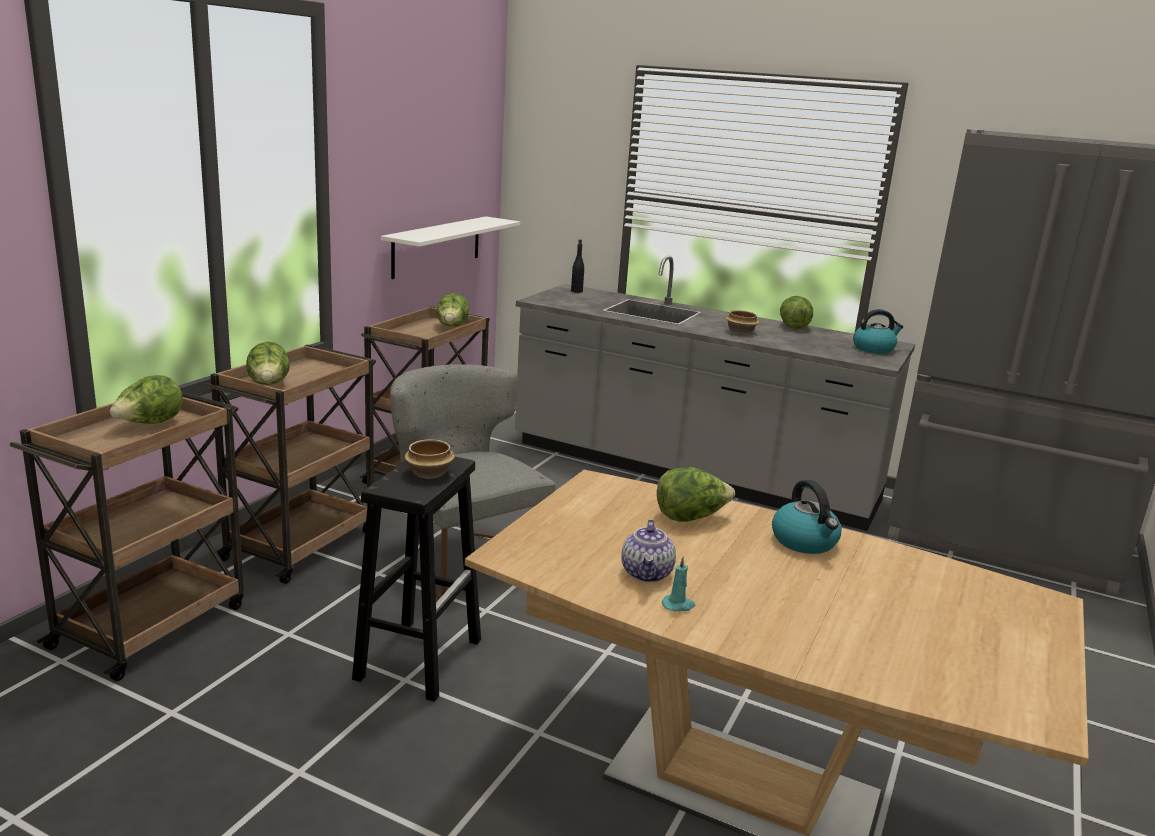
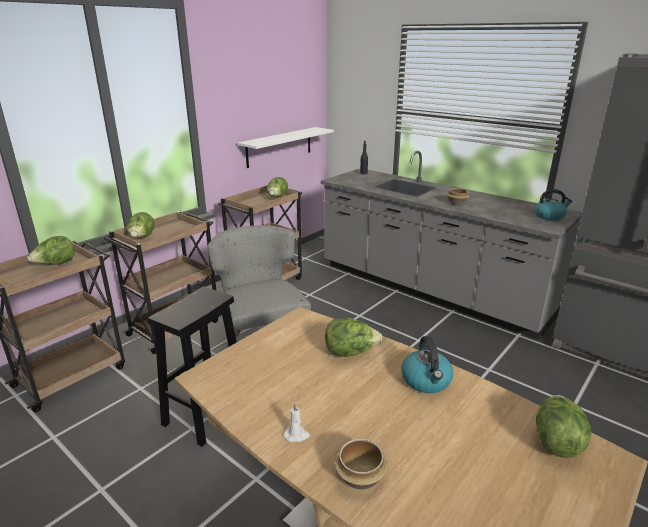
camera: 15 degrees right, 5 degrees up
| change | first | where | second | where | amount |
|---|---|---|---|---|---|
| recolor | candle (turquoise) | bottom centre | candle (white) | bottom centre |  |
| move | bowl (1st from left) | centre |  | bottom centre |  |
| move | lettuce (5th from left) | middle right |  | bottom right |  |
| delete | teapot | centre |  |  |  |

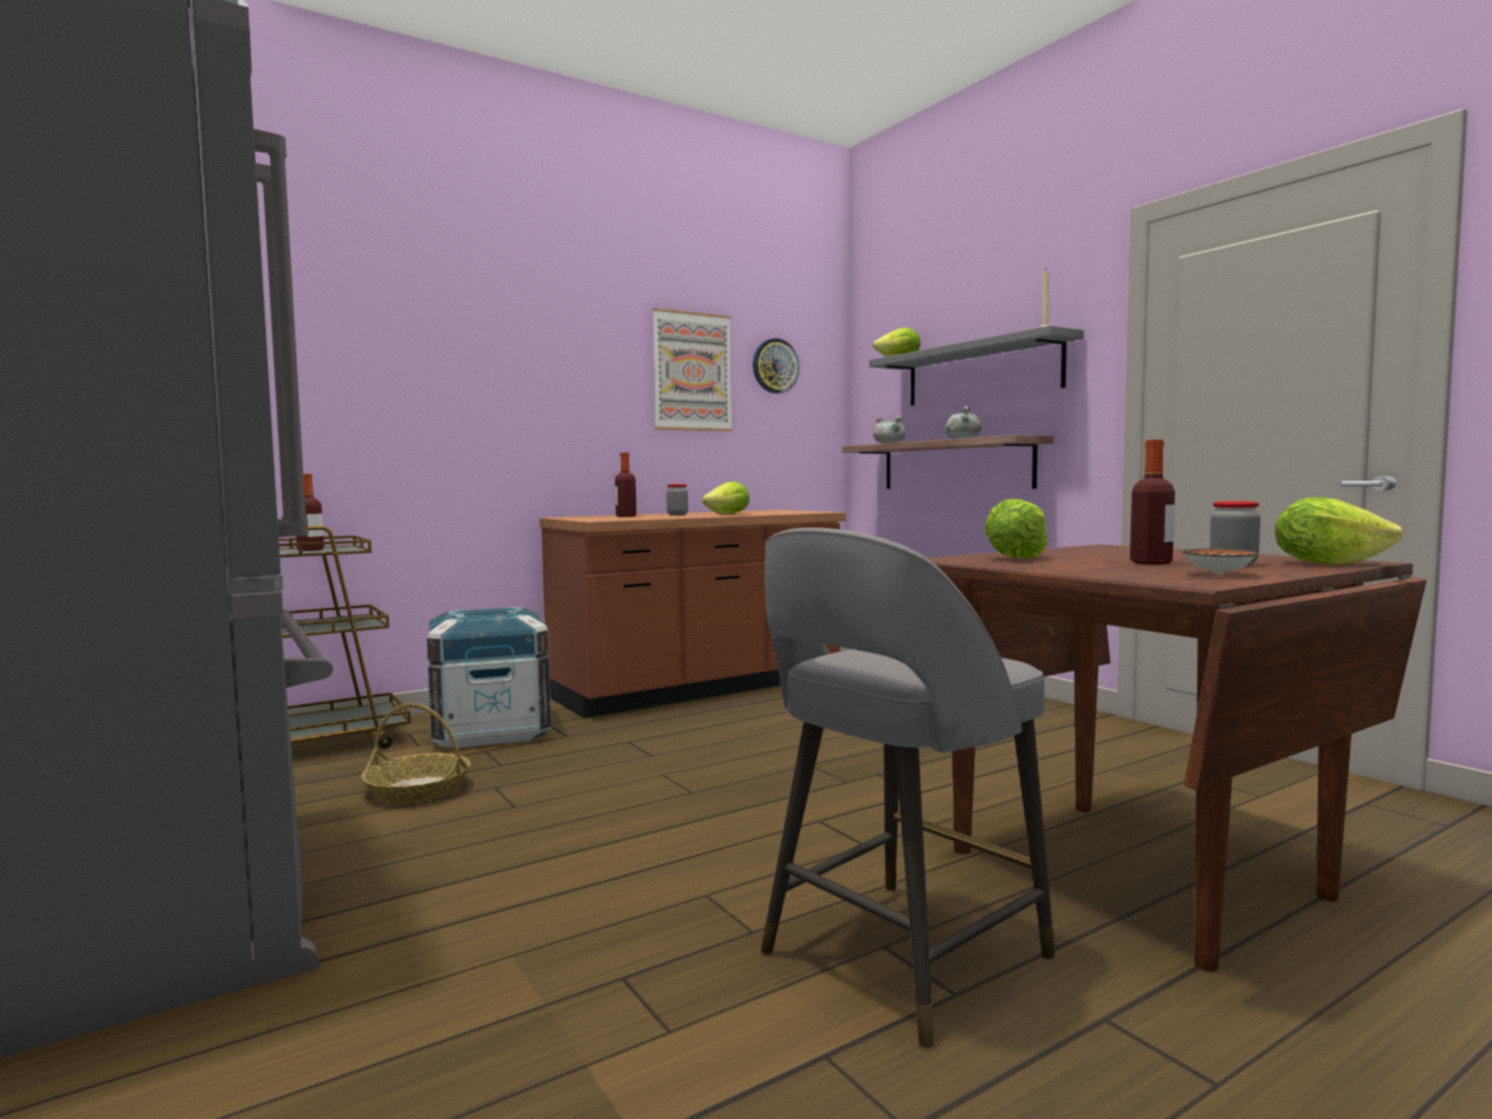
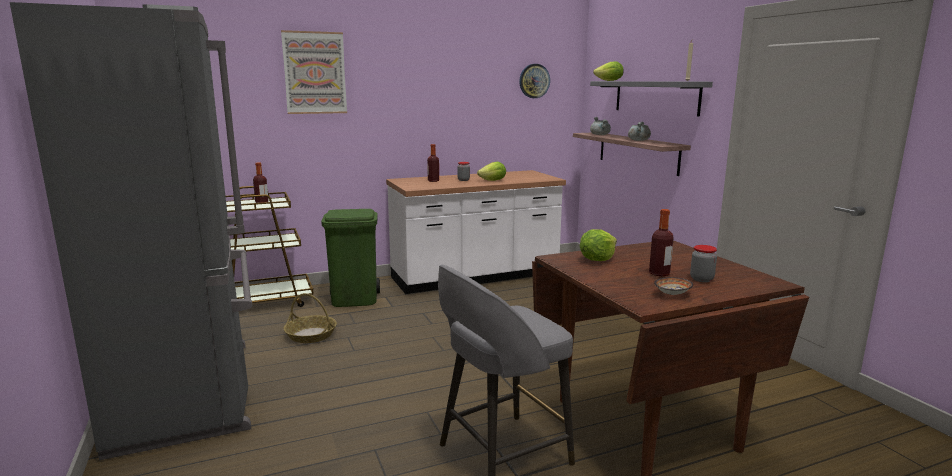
camera: 10 degrees right, 10 degrees up
| change | first | where | second | where | amount |
|---|---|---|---|---|---|
| move | picture | top centre |  | top left |  |
| replace | crate | middle left | trash can (green) | centre |  |
| recolor | counter (brown) | centre | counter (white) | centre |  |
| delete | lettuce (4th from left) | middle right |  |  |  |

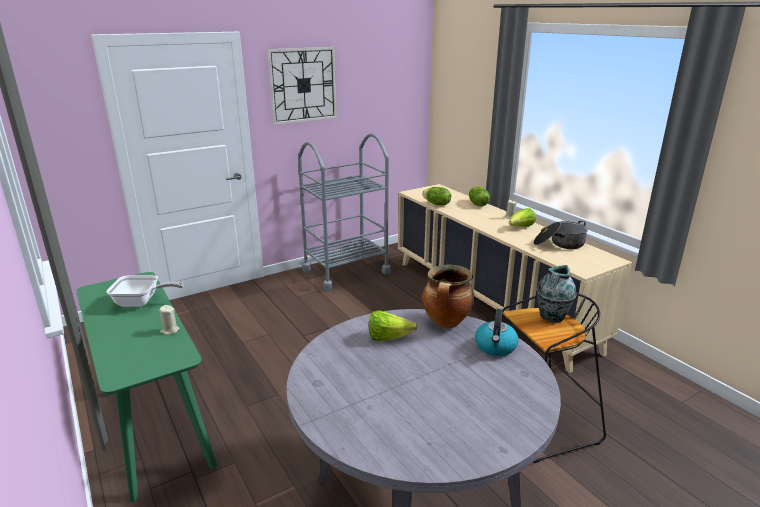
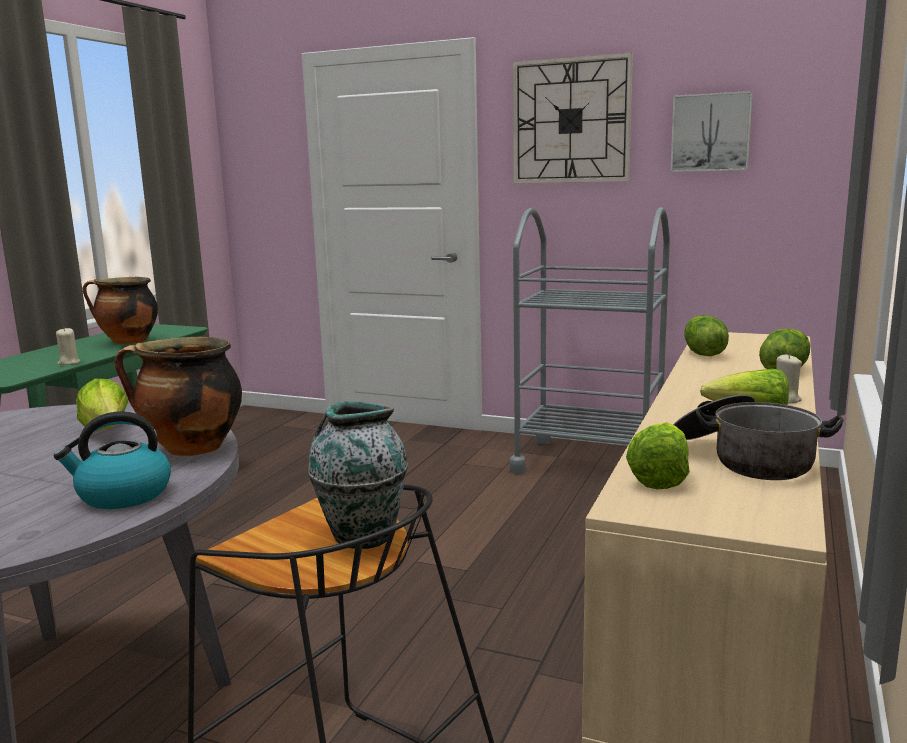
camera: 55 degrees right, 10 degrees down
| change | first | where | second | where | amount |
|---|---|---|---|---|---|
| replace | frying pan | middle left | cooking pot (1st from left) | middle left |  |
| insert |  |  | lettuce (2nd from left) | middle right |  |
| insert |  |  | picture | top right |  |

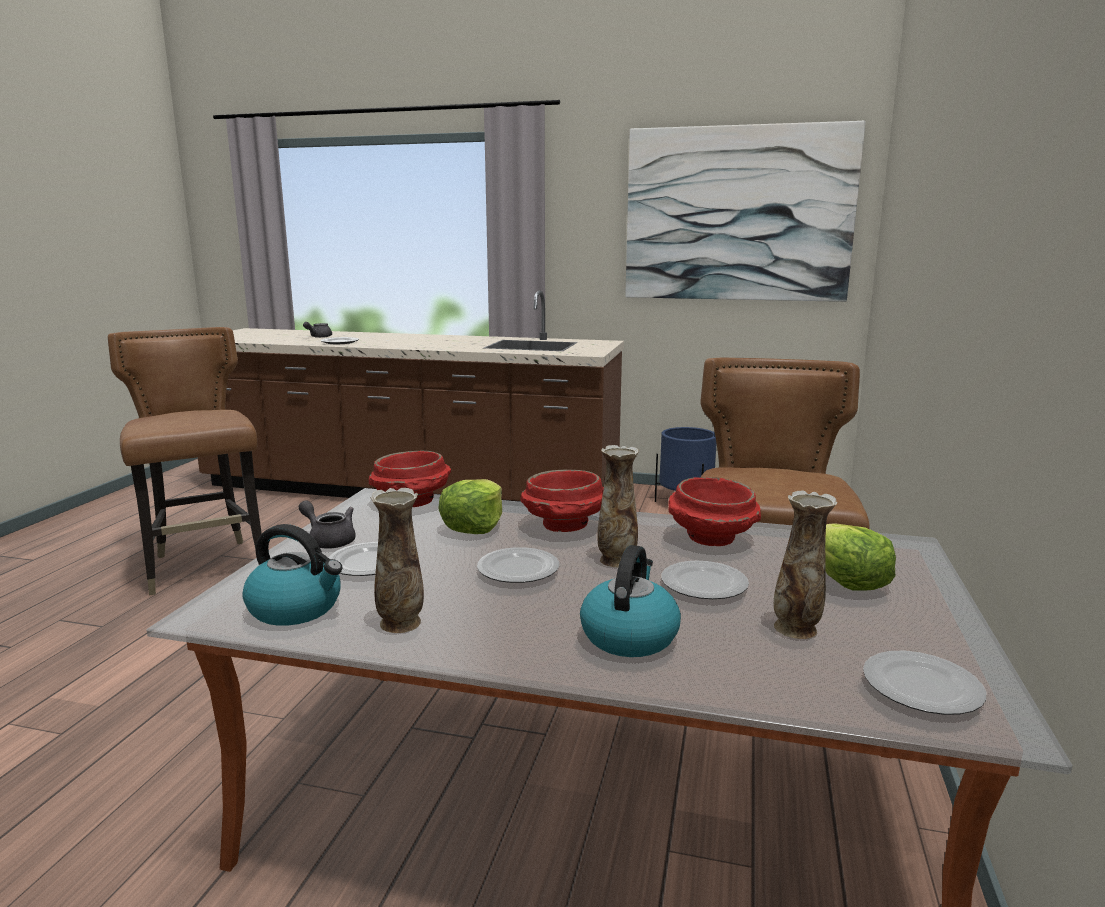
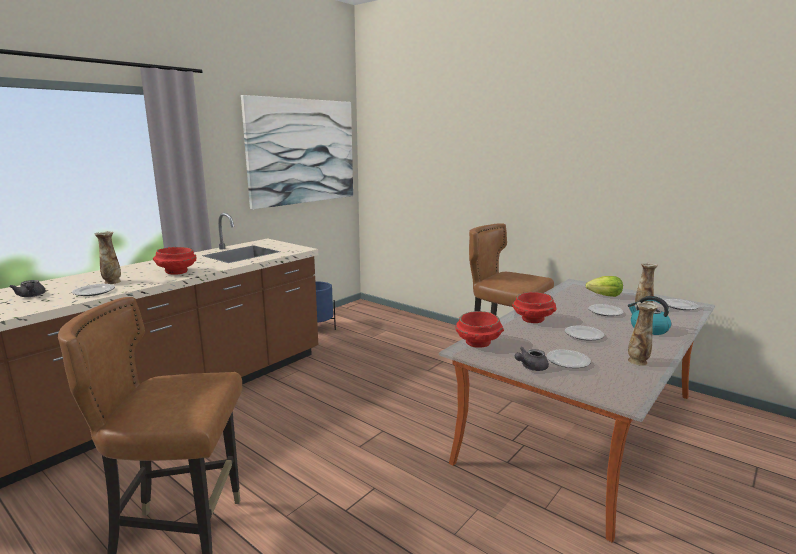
camera: 65 degrees left, 0 degrees up
| change | first | where | second | where | amount |
|---|---|---|---|---|---|
| move | vase (2nd from left in the first image) | centre | vase (1st from left) | middle left |  |
| move | bowl (red) (3rd from left in the first image) | centre | bowl (red) (1st from left) | middle left |  |
| delete | kettle (1st from left) | middle left |  |  |  |
| delete | lettuce (1st from left) | centre |  |  |  |

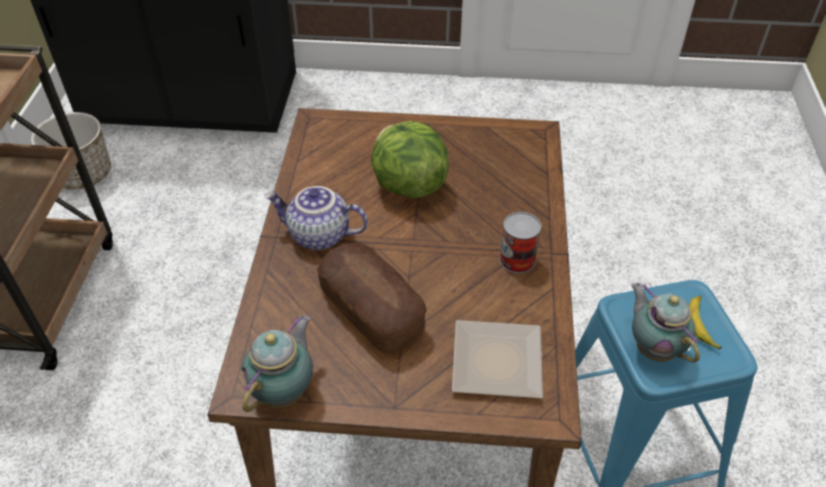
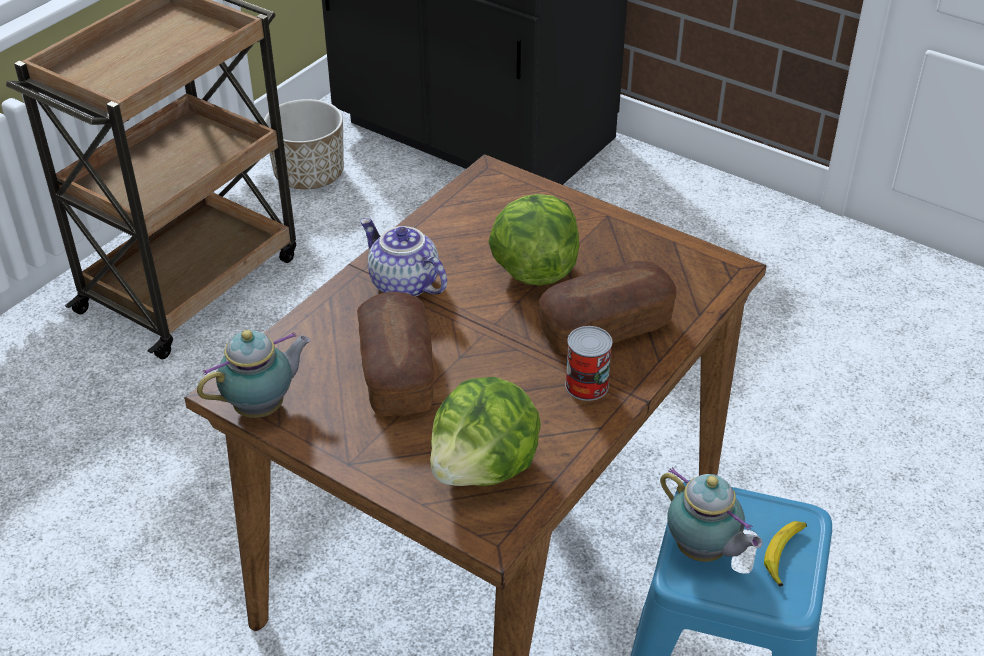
camera: 30 degrees right, 5 degrees down
| change | first | where | second | where | amount |
|---|---|---|---|---|---|
| replace | plate | bottom centre | lettuce (1st from left) | centre |  |
| insert |  |  | bread (2nd from left) | centre |  |
| rotate | teapot (3rd from left) | middle right |  | bottom right | 135 degrees clockwise |

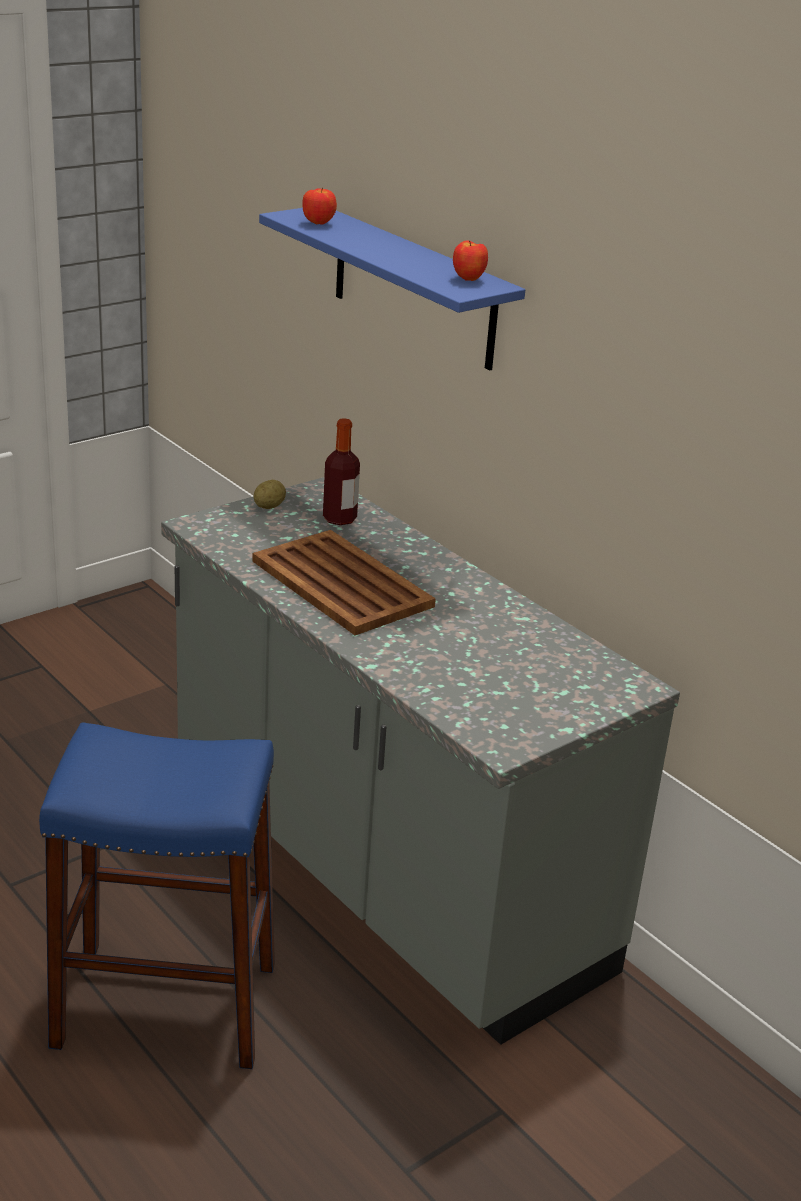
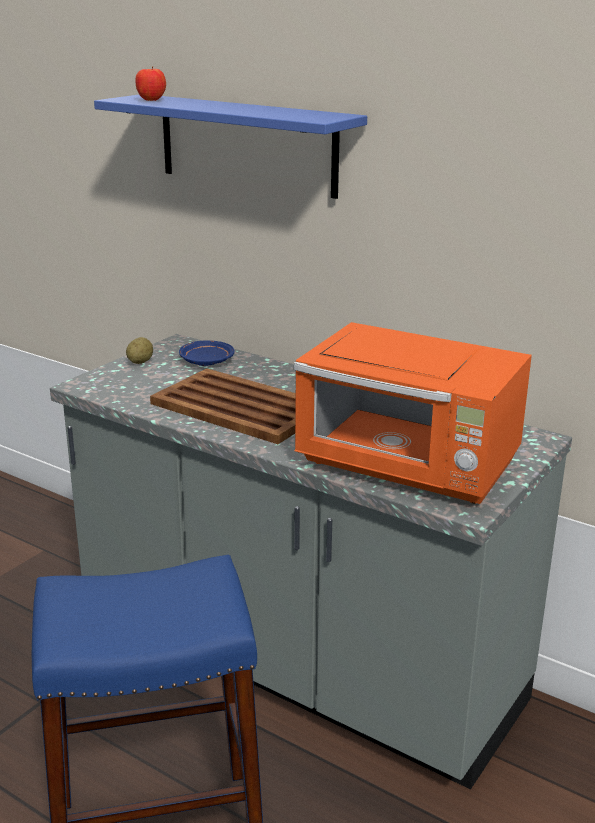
camera: 15 degrees left, 5 degrees down
| change | first | where | second | where | amount |
|---|---|---|---|---|---|
| replace | bottle | centre | plate (blue) | centre |  |
| insert |  |  | microwave (orange) | middle right |  |
| delete | apple (2nd from left) | top centre |  |  |  |

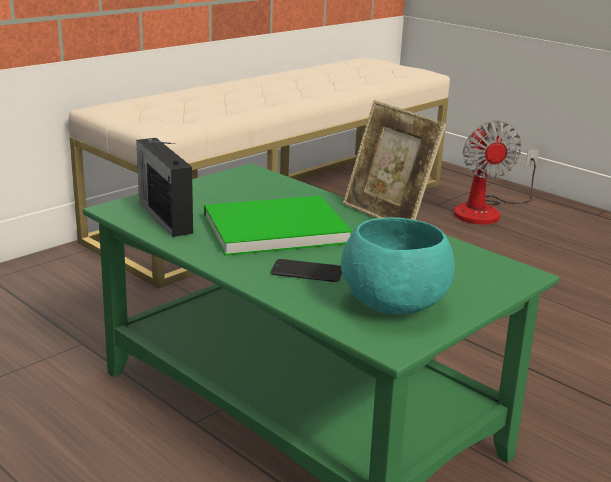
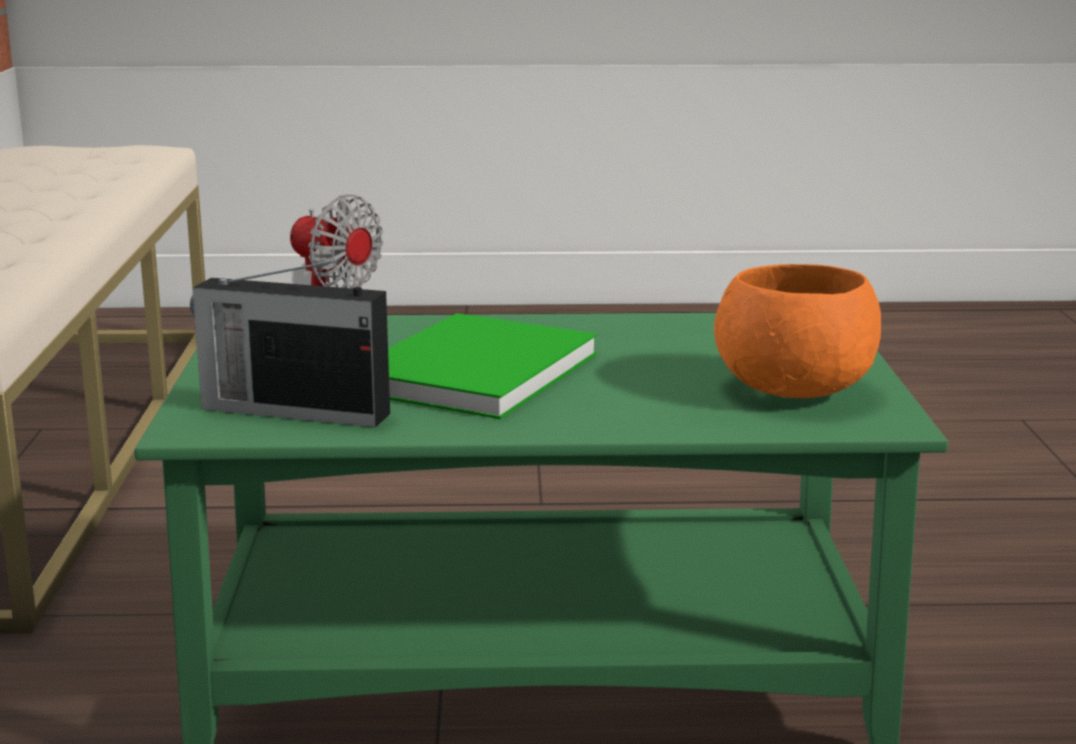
camera: 45 degrees left, 5 degrees down
| change | first | where | second | where | amount |
|---|---|---|---|---|---|
| recolor | bowl (turquoise) | centre | bowl (orange) | middle right |  |
| delete | phone | centre |  |  |  |
| delete | picture frame | top centre |  |  |  |

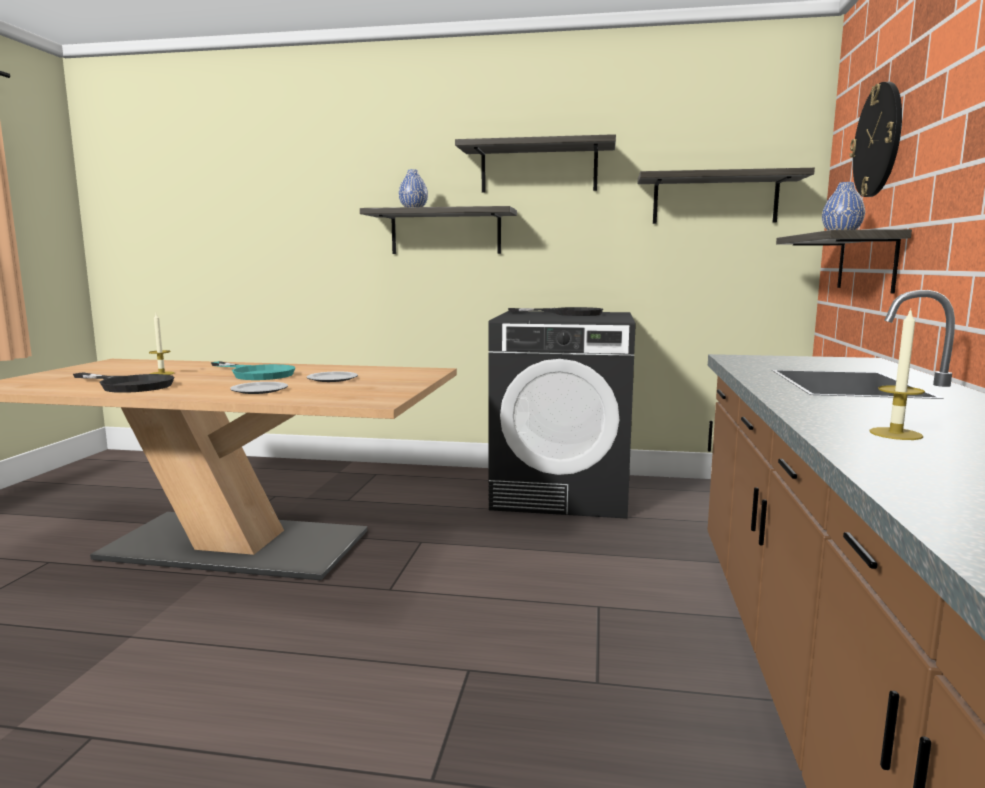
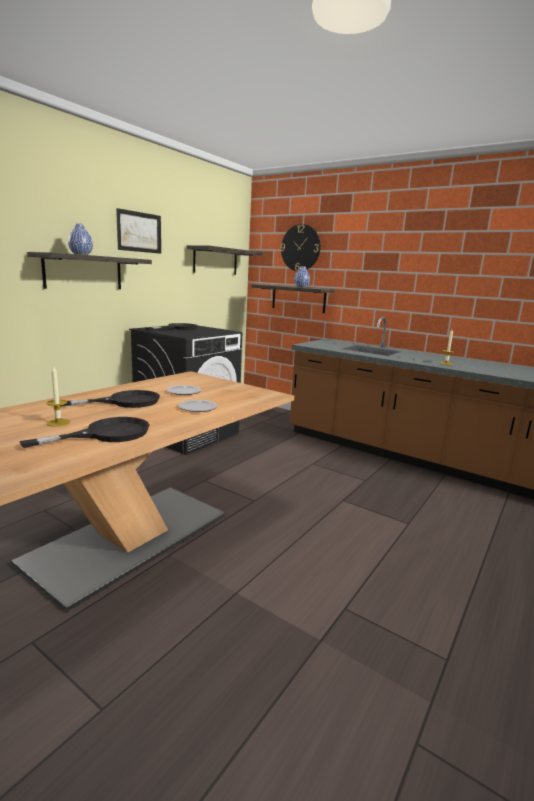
camera: 65 degrees left, 5 degrees up
| change | first | where | second | where | amount |
|---|---|---|---|---|---|
| recolor | frying pan (turquoise) | middle left | frying pan (black) (2nd from left) | middle left |  |
| replace | shelf (2nd from left) | top centre | picture | top left |  |

